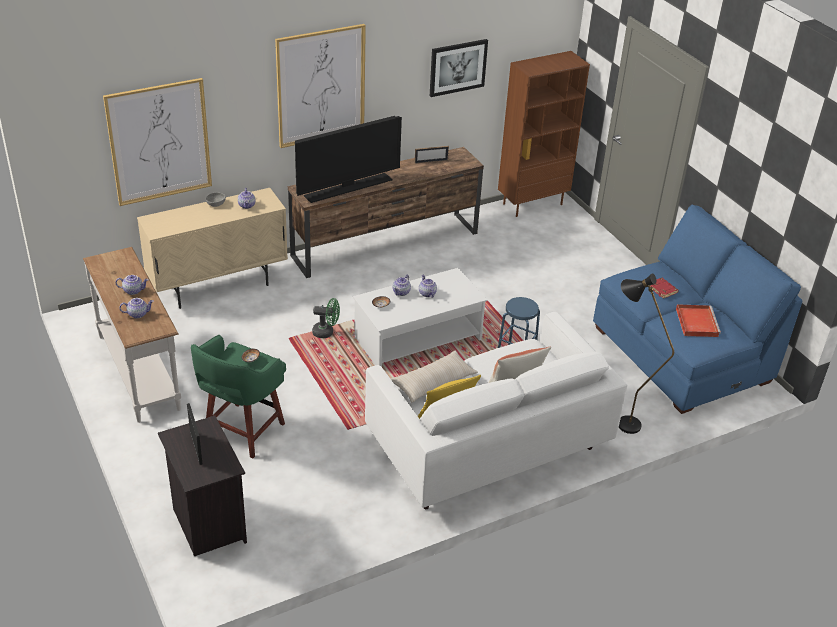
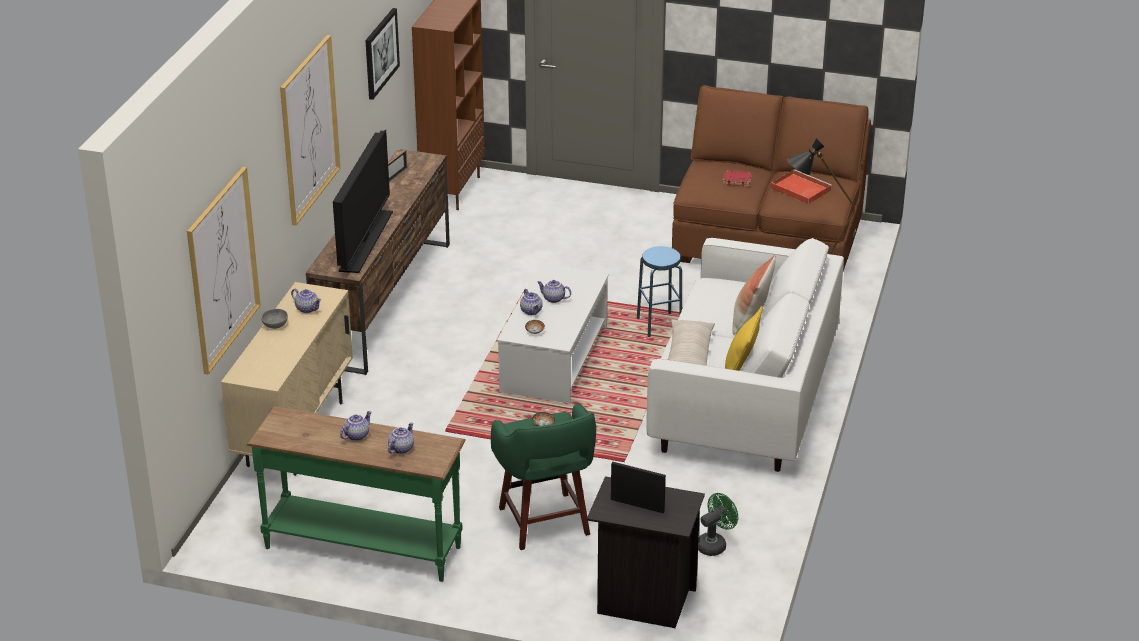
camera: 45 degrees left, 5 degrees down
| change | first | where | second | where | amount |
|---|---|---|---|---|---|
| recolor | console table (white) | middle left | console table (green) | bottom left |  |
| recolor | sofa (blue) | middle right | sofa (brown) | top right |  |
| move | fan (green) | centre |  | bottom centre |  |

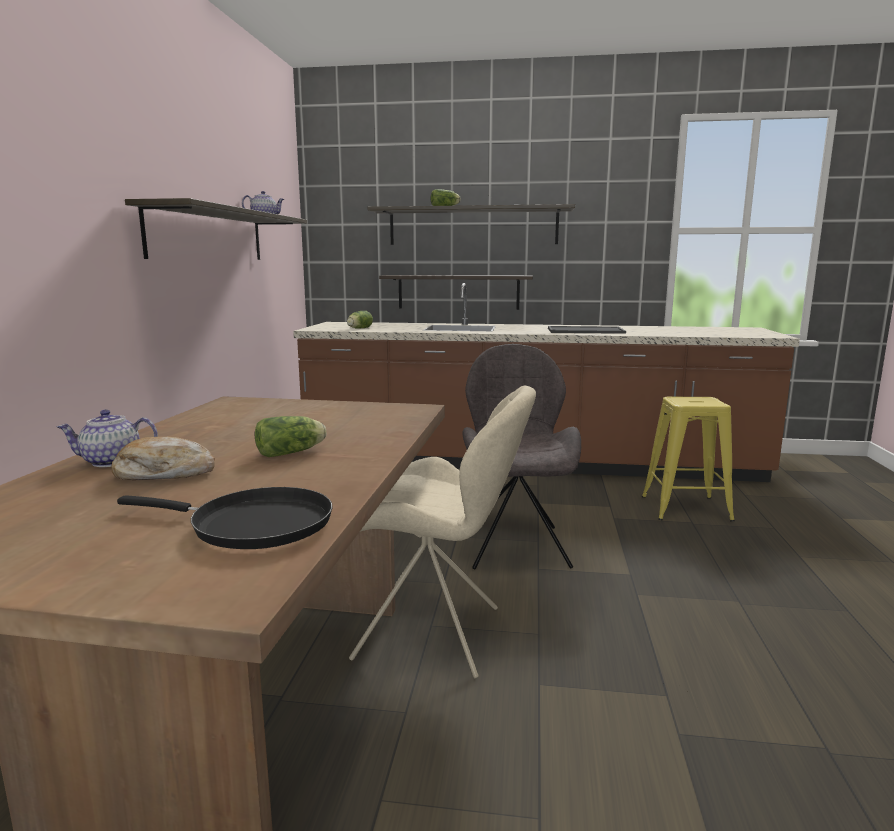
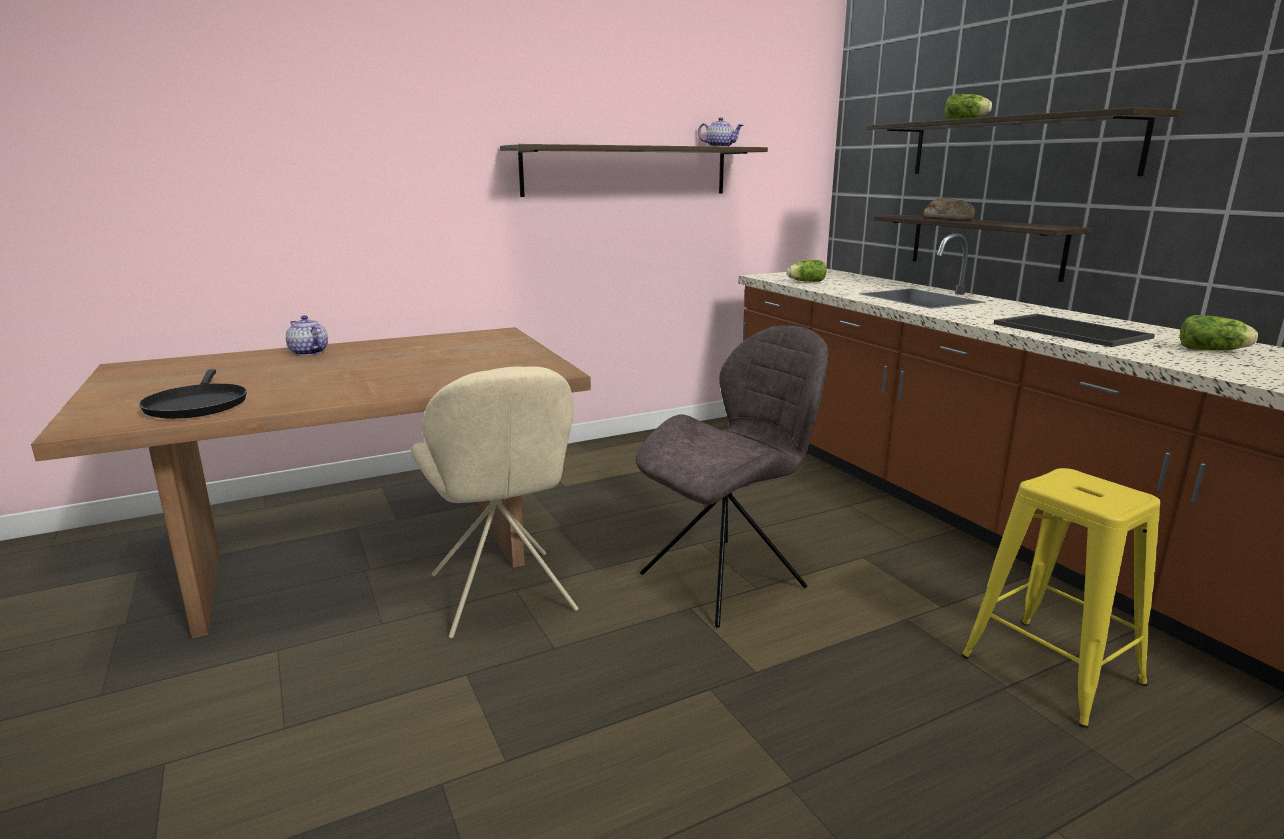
camera: 55 degrees right, 5 degrees up
| change | first | where | second | where | amount |
|---|---|---|---|---|---|
| move | bread | middle left |  | top right |  |
| move | lettuce (1st from left in the first image) | middle left | lettuce (3rd from left) | middle right |  |

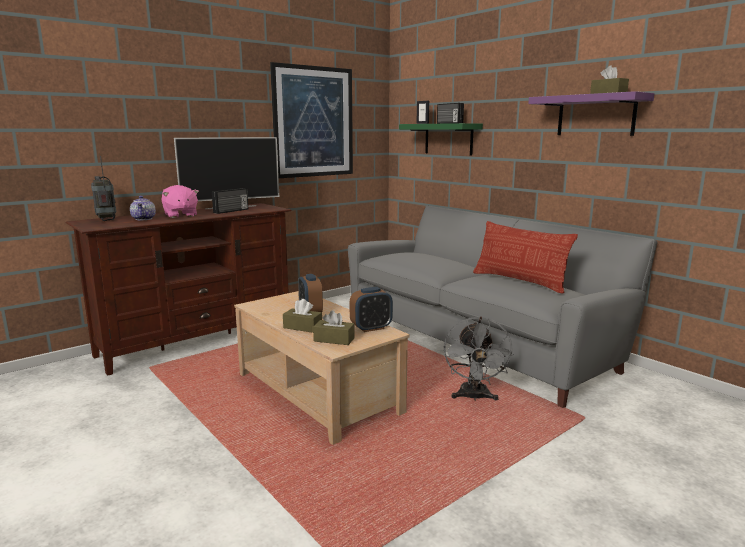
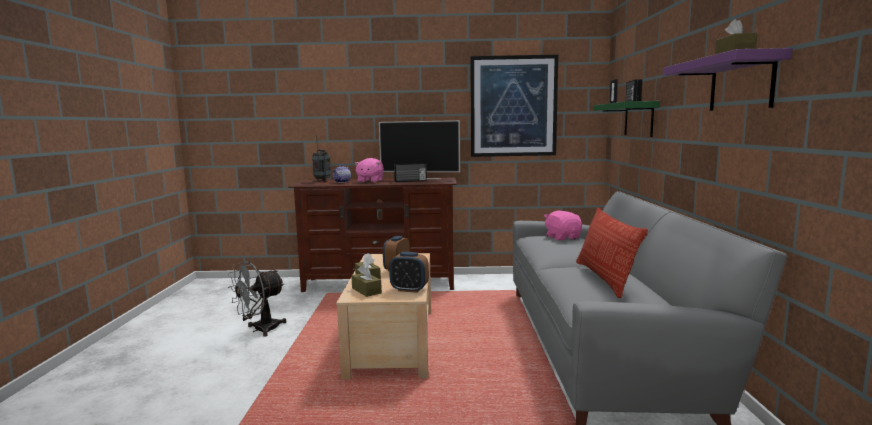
camera: 40 degrees right, 5 degrees down
| change | first | where | second | where | amount |
|---|---|---|---|---|---|
| move | fan (grey) | centre |  | bottom left |  |
| insert |  |  | plush toy (pink) (2nd from left) | centre |  |

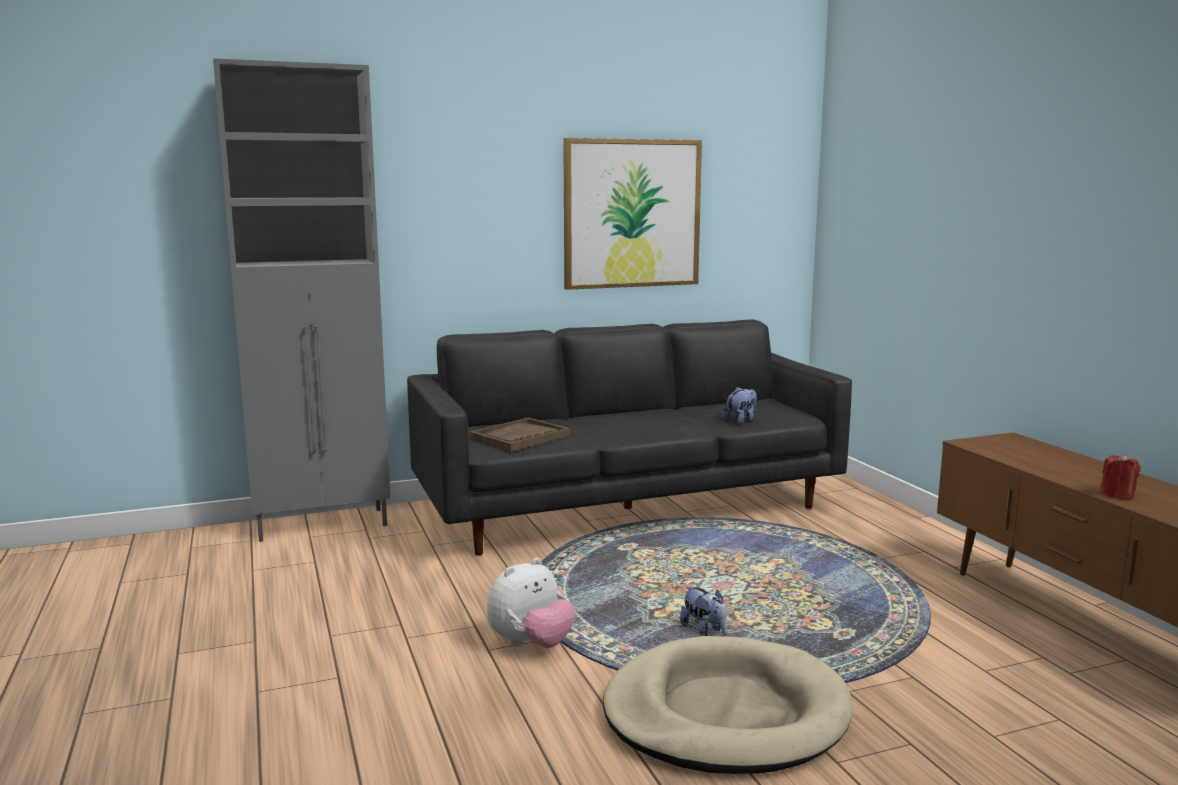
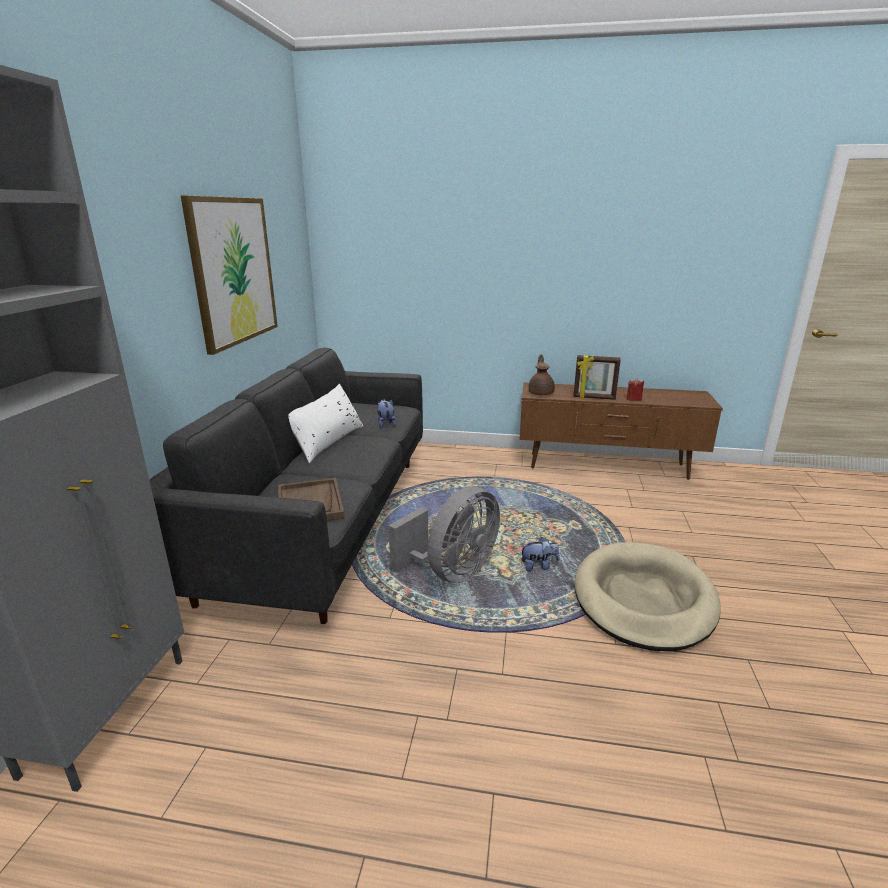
camera: 60 degrees left, 10 degrees up
| change | first | where | second | where | amount |
|---|---|---|---|---|---|
| insert |  |  | pillow (white) | centre |  |
| insert |  |  | fan (grey) | centre |  |
| insert |  |  | teapot (brown) | centre |  |
| insert |  |  | picture frame | middle right |  |
| delete | plush toy (1st from left) | bottom centre |  |  |  |

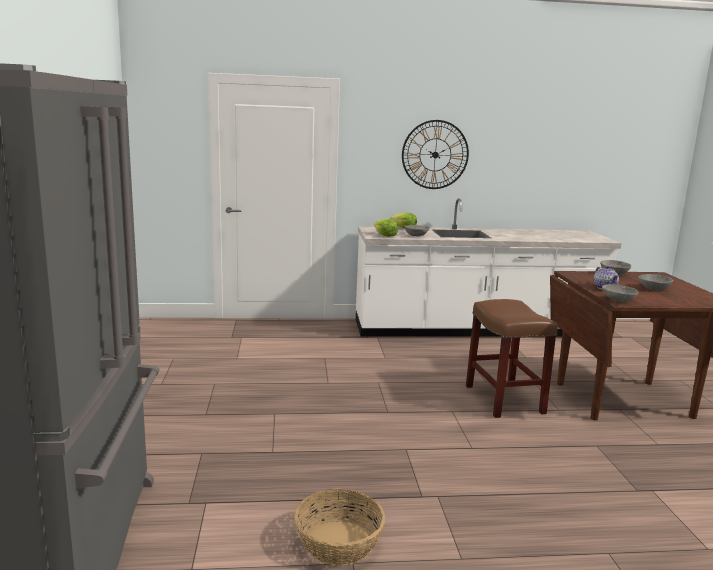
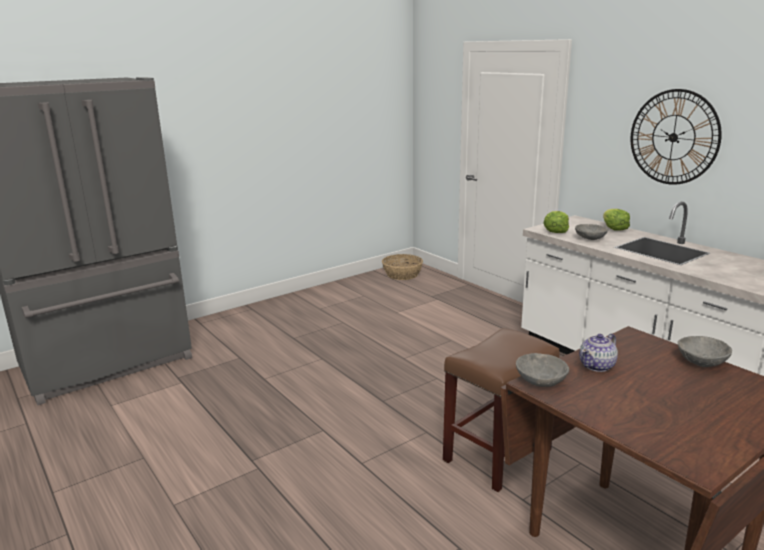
camera: 60 degrees right, 5 degrees up
| change | first | where | second | where | amount |
|---|---|---|---|---|---|
| move | basket | bottom centre |  | centre |  |
| delete | bowl (grey) (4th from left) | middle right |  |  |  |

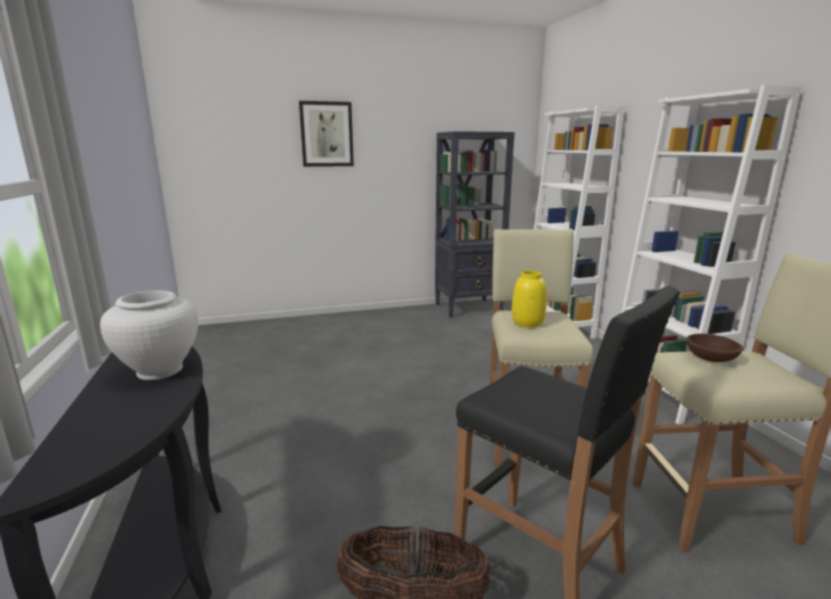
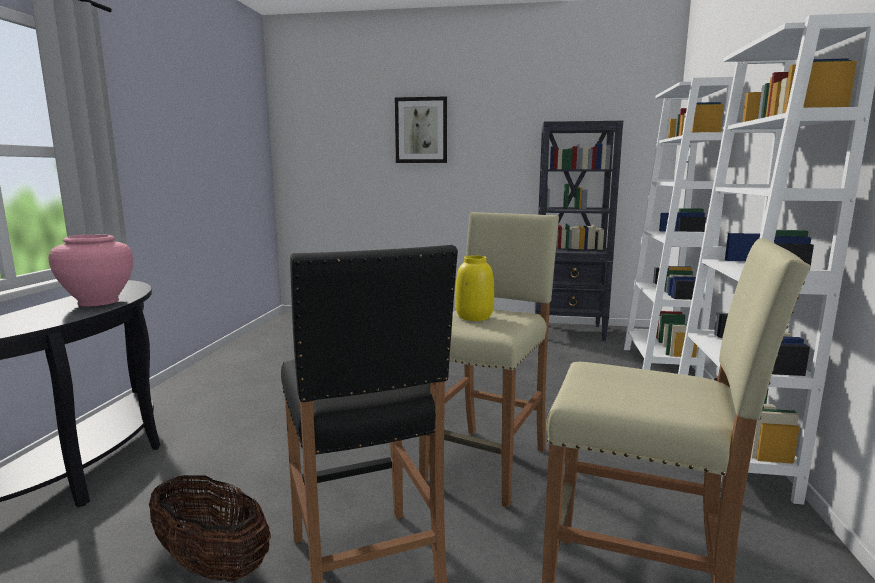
camera: 25 degrees right, 5 degrees down
| change | first | where | second | where | amount |
|---|---|---|---|---|---|
| recolor | vase (white) | middle left | vase (pink) | middle left |  |
| delete | bowl (brown) | middle right |  |  |  |

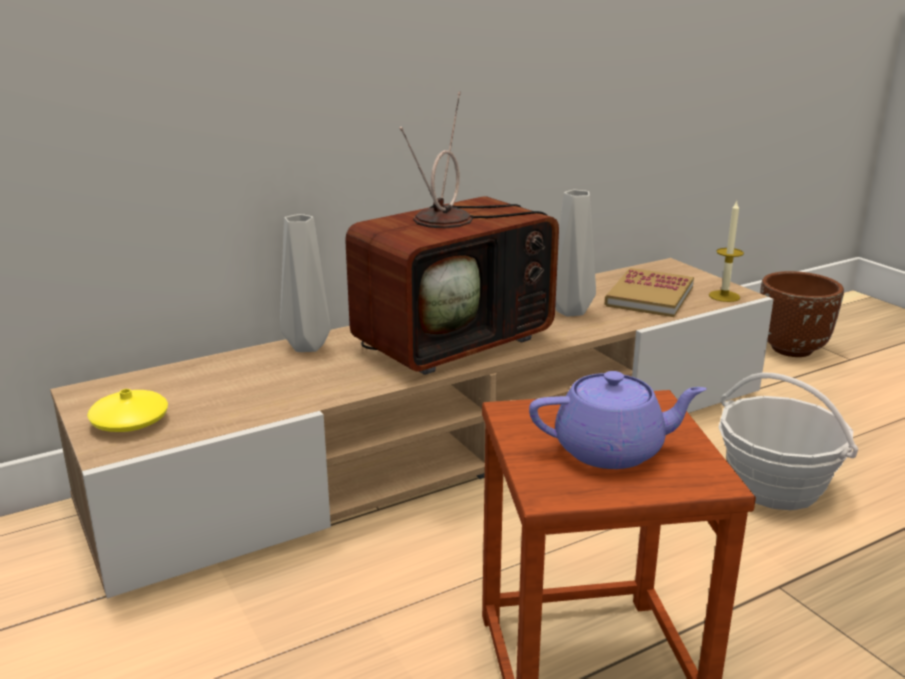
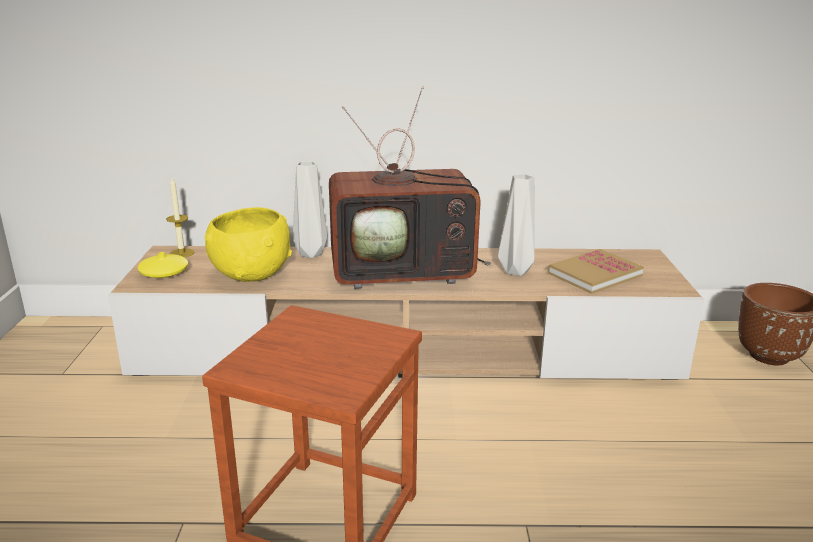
camera: 30 degrees right, 0 degrees up
| change | first | where | second | where | amount |
|---|---|---|---|---|---|
| move | candle | middle right |  | middle left |  |
| insert |  |  | bowl (yellow) | middle left |  |
| delete | teapot (purple) | middle right |  |  |  |
| delete | basket | middle right |  |  |  |

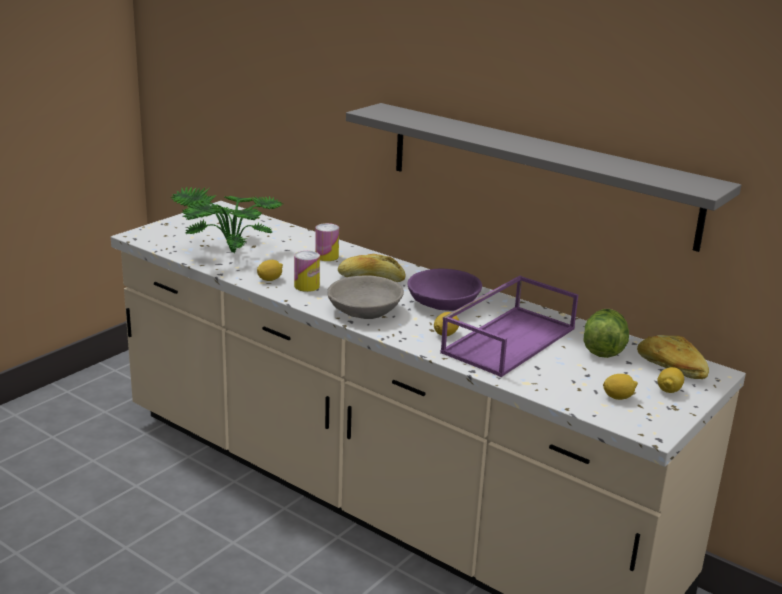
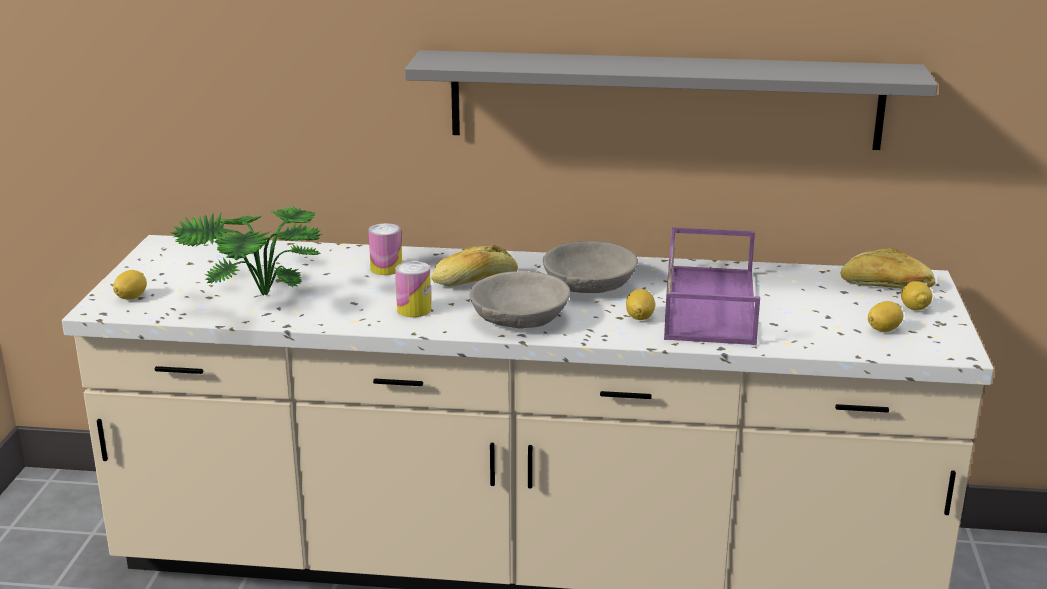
camera: 30 degrees left, 0 degrees up
| change | first | where | second | where | amount |
|---|---|---|---|---|---|
| move | lemon (1st from left) | centre |  | middle left |  |
| recolor | bowl (purple) | centre | bowl (grey) (2nd from left) | centre |  |
| delete | lettuce | middle right |  |  |  |

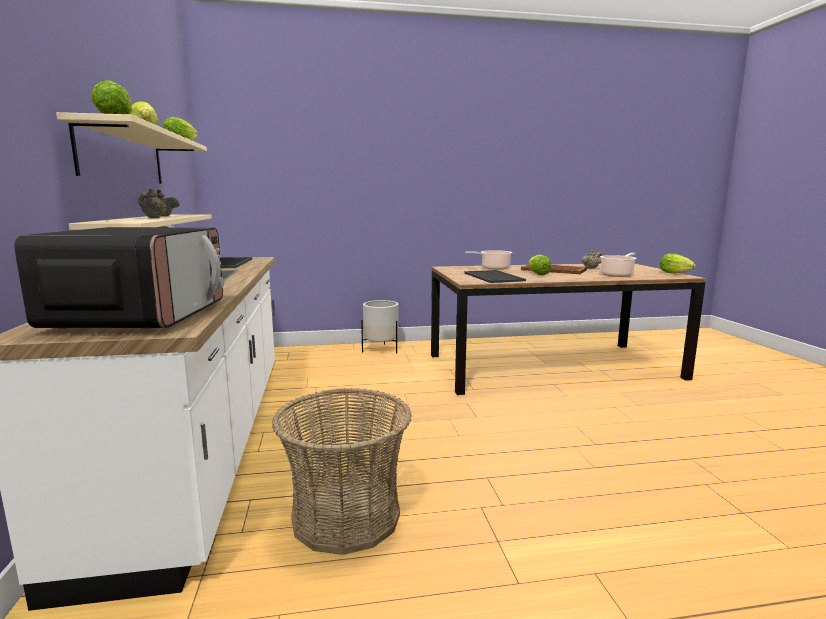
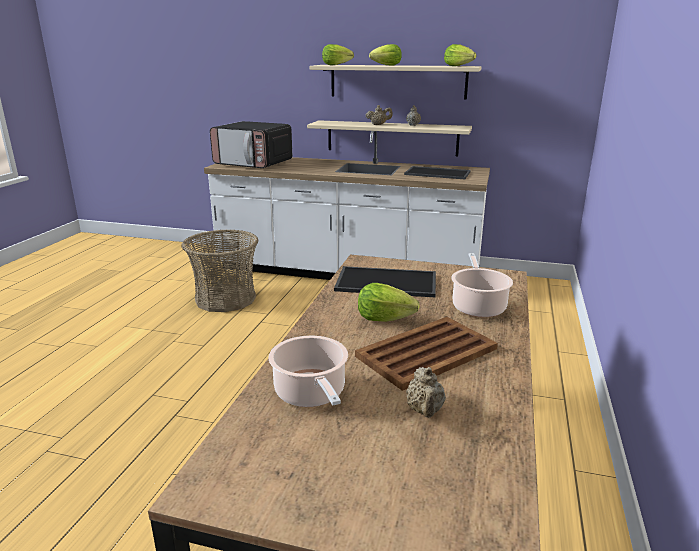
camera: 115 degrees right, 10 degrees up
| change | first | where | second | where | amount |
|---|---|---|---|---|---|
| delete | planter (white) | centre |  |  |  |
| delete | lettuce (5th from left) | middle right |  |  |  |

